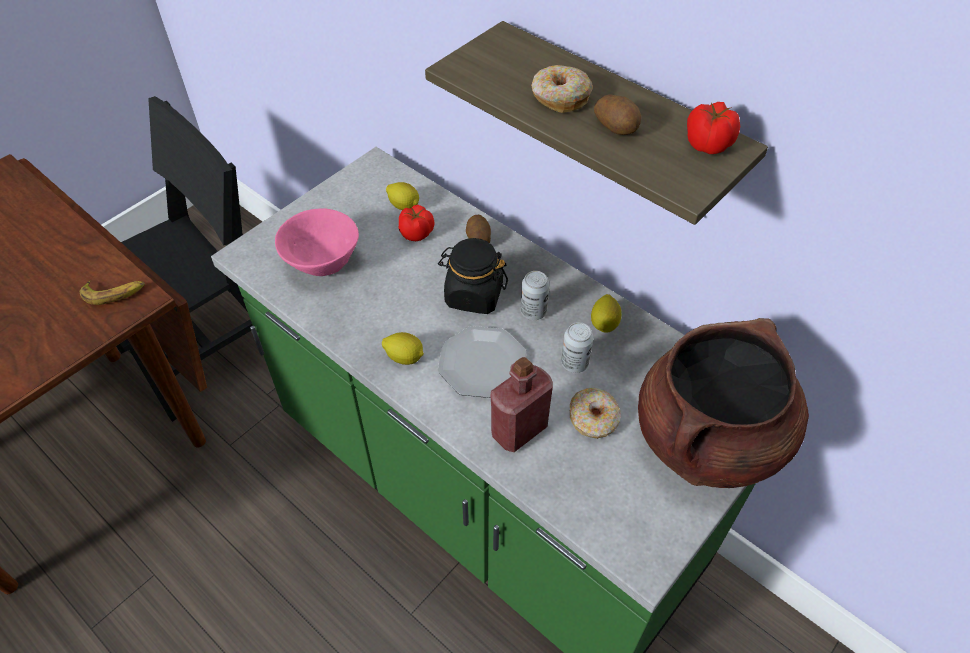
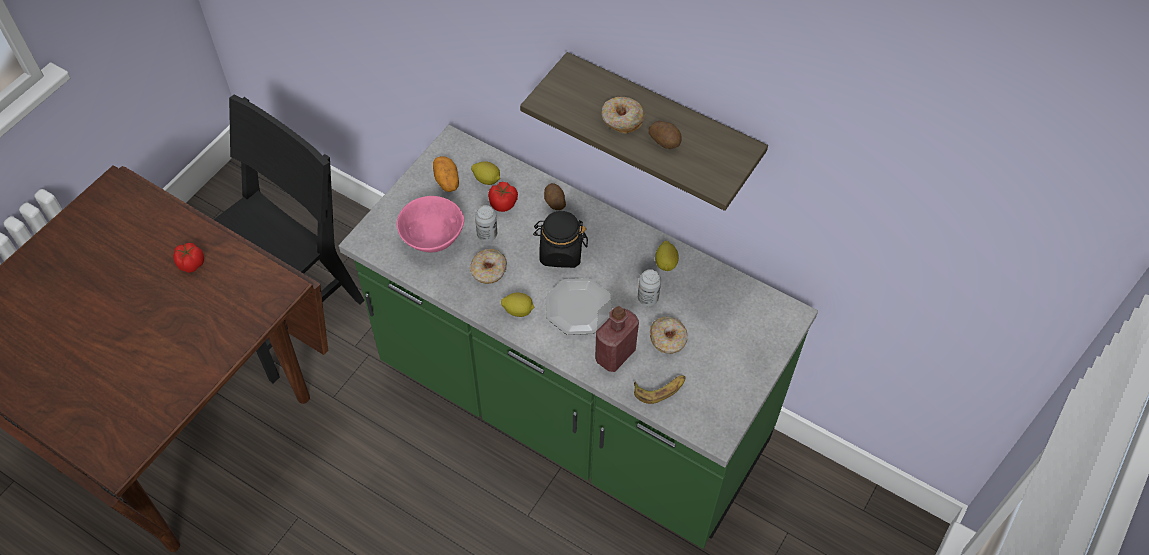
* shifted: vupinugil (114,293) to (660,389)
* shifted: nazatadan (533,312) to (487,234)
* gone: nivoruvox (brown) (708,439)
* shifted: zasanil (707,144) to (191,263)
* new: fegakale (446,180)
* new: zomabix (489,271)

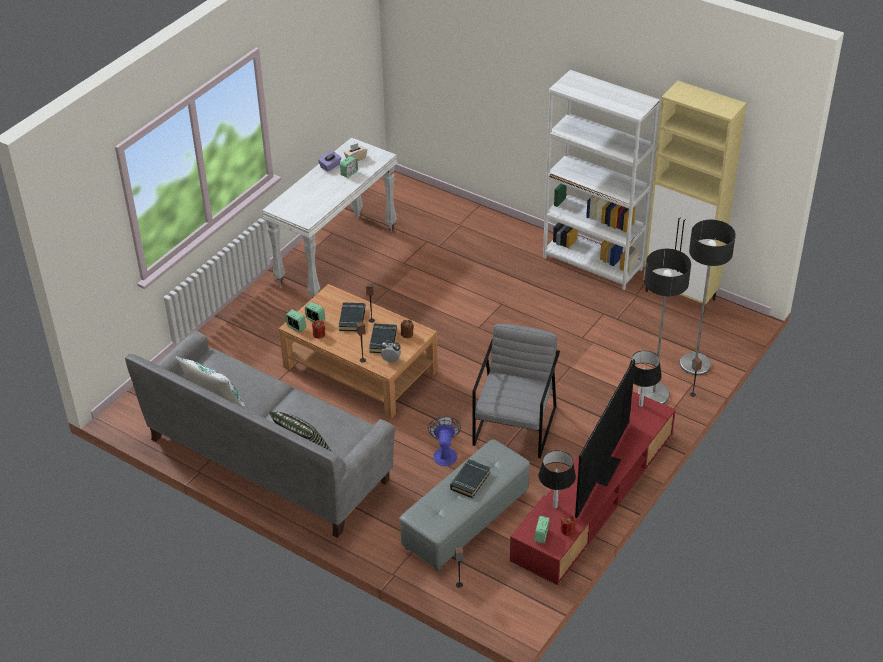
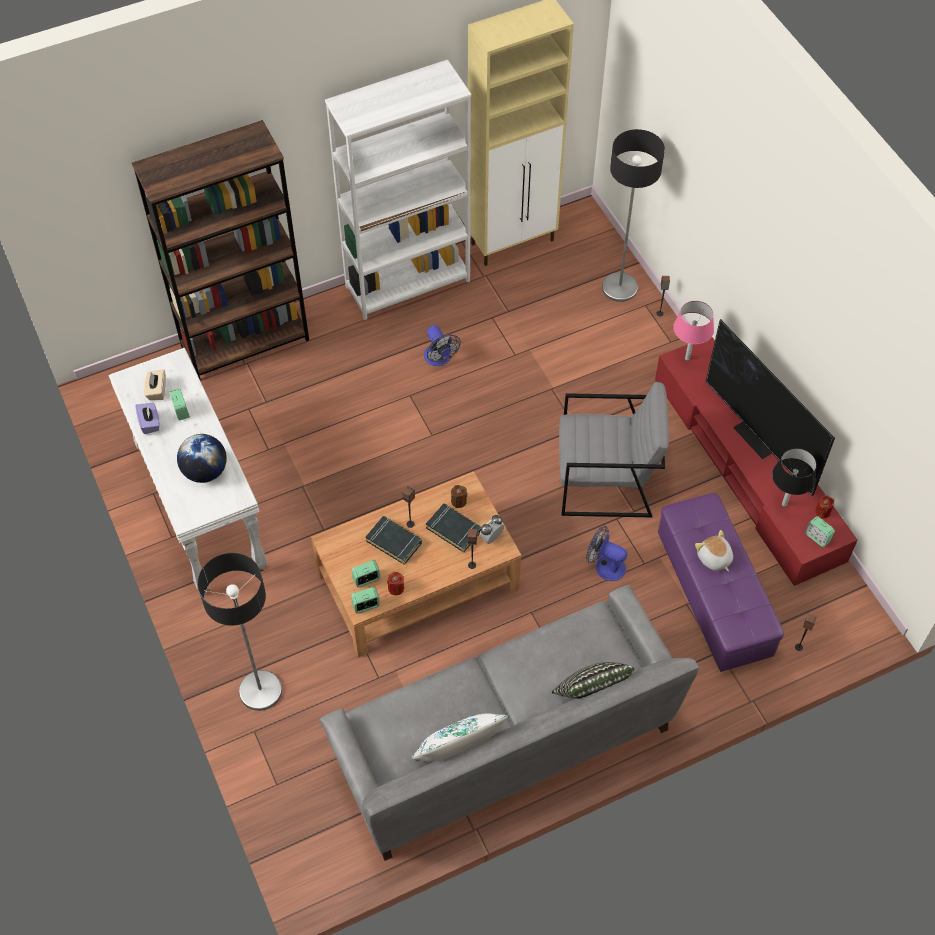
* repainted: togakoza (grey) (466,521) to togakoza (purple) (714,596)
* swapped: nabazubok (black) (470,480) to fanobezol (714,558)
* rotated: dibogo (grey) (515,425) = (605,481) 135 degrees clockwise
* repainted: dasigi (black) (641,405) to dasigi (pink) (687,358)
* shifted: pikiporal (653,394) to (260,690)
* new: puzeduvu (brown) (245,343)
* new: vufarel (205,471)
* new: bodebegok (439,359)

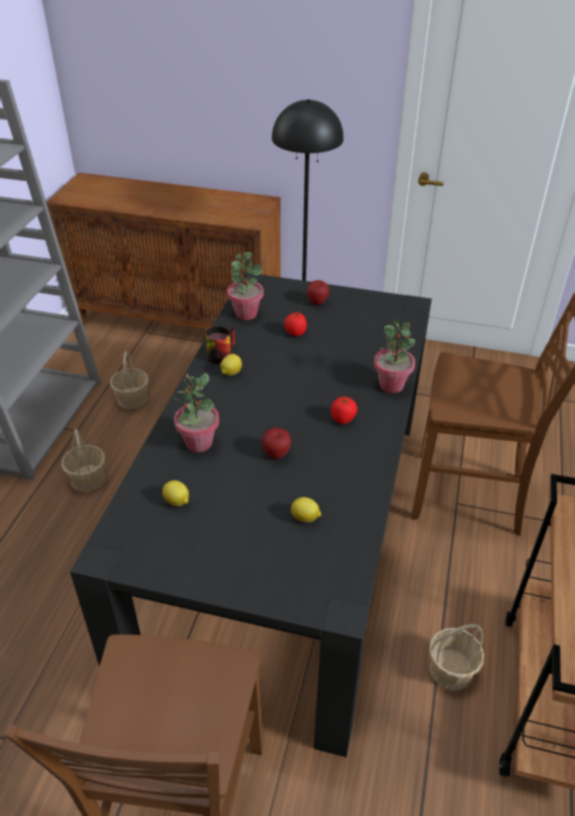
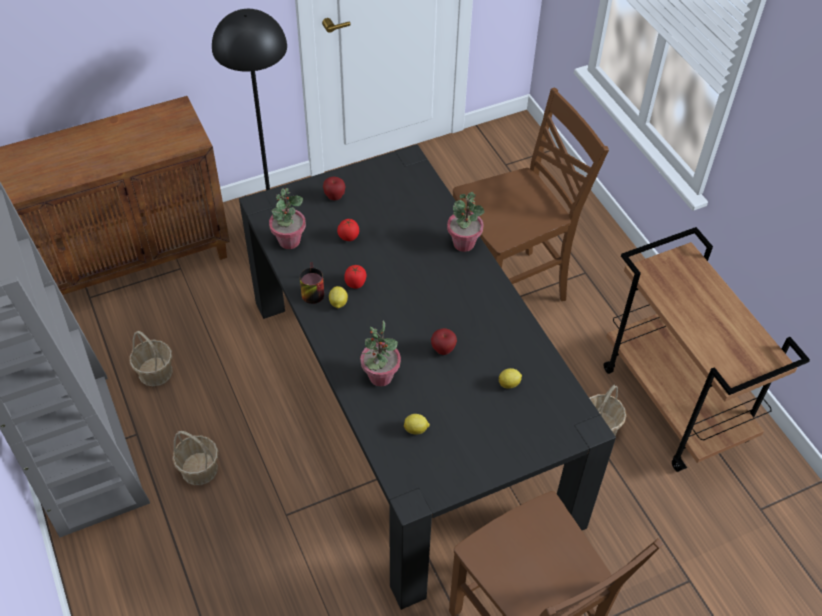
* shifted: zasanil (343,419) to (355,283)

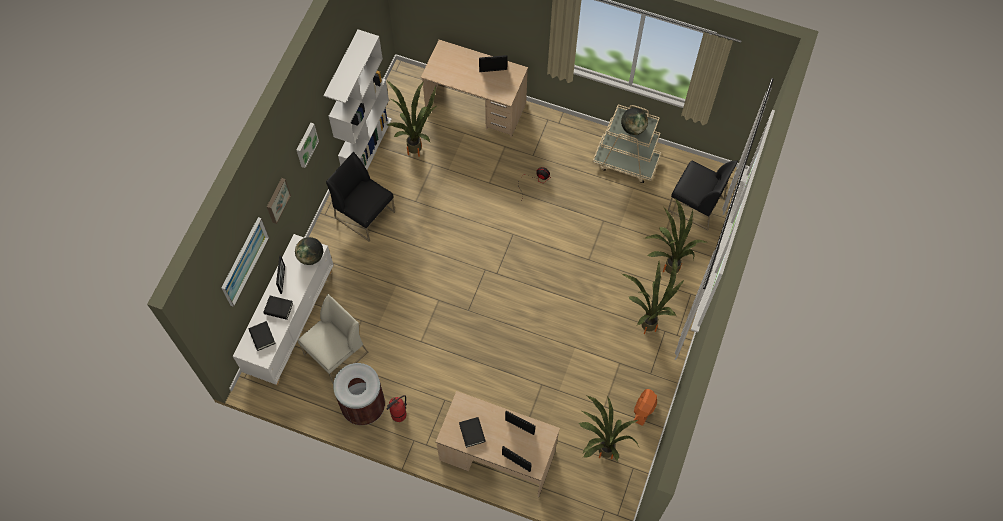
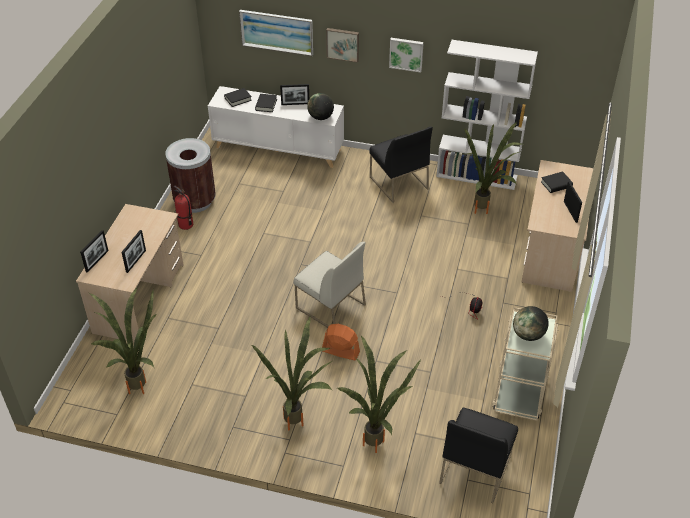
* shifted: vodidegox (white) (336,354) to (330,306)
* rotated: vodidegox (black) (365,214) = (398,183) 120 degrees clockwise
* shifted: nabazubok (black) (472,433) to (556,184)
* shifted: bodebegok (orange) (644,409) to (340,351)

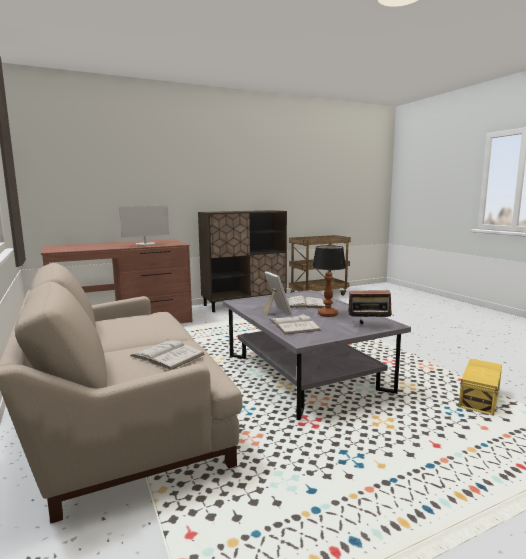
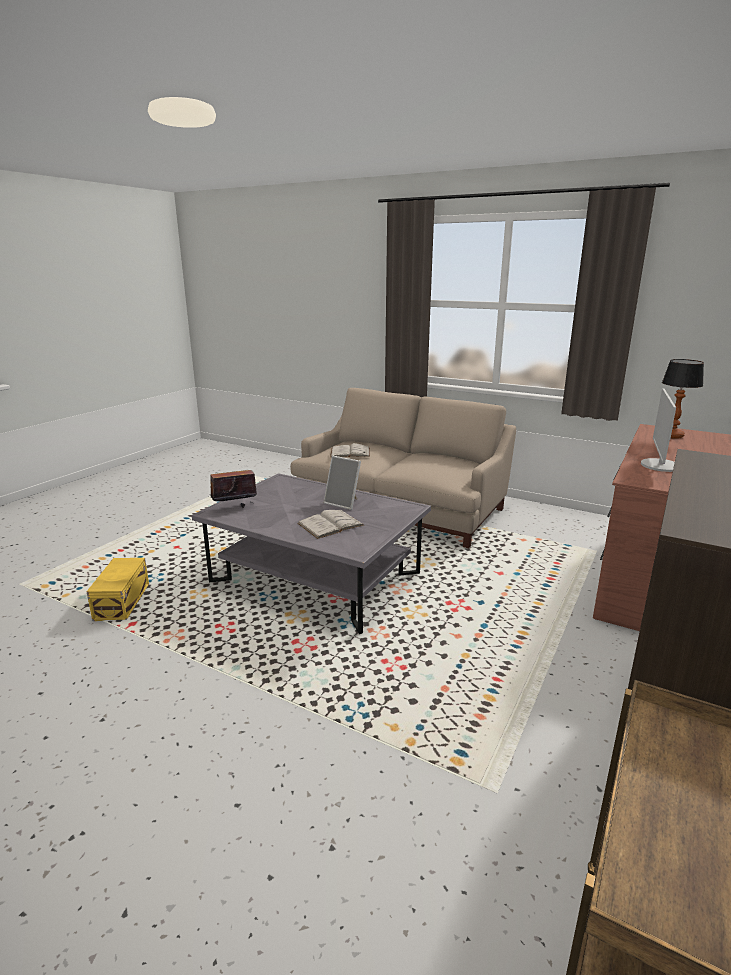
* gone: nabazubok (white) (294,325)
* shifted: dasigi (327,314) to (671,436)

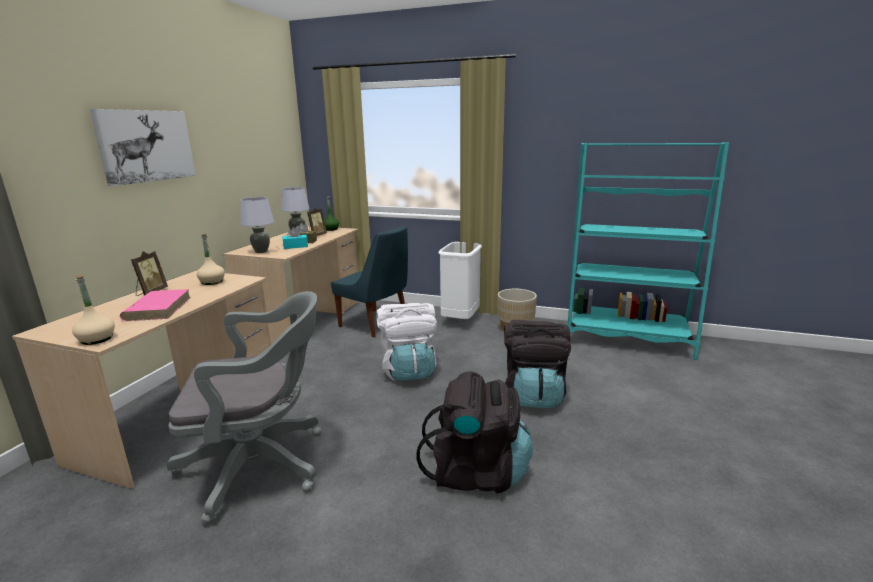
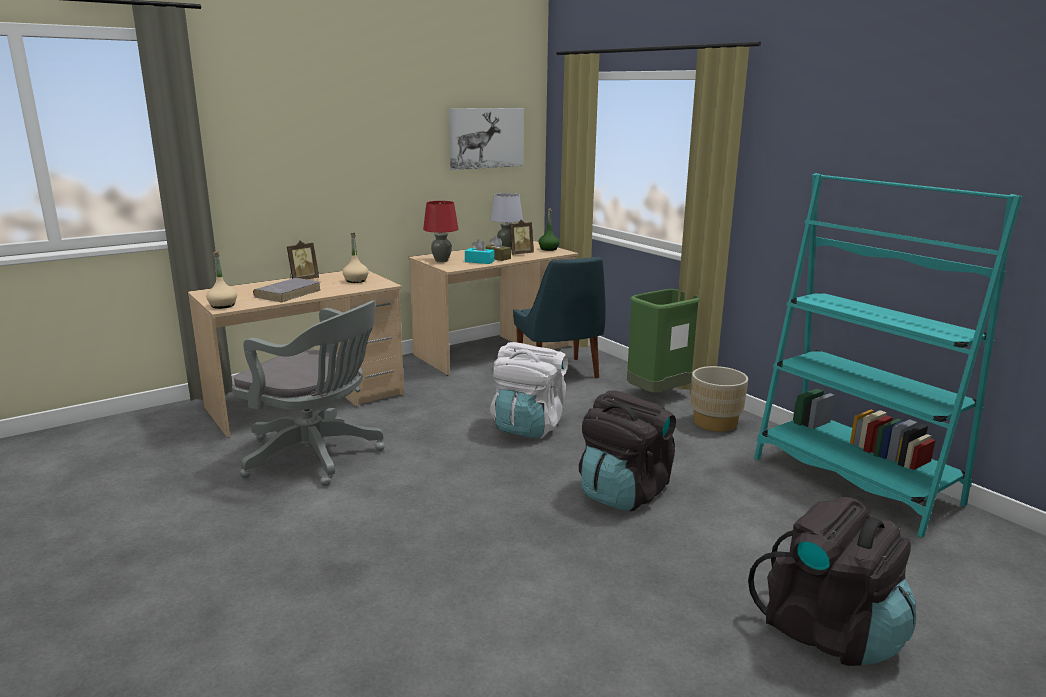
* shifted: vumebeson (146,146) to (485,138)
* repainted: nabazubok (pink) (158,308) to nabazubok (grey) (288,293)
* repainted: dasigi (grey) (261,251) to dasigi (red) (441,261)
* shifted: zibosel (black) (476,472) to (828,631)
* repainted: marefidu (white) (460,320) to marefidu (green) (658,395)

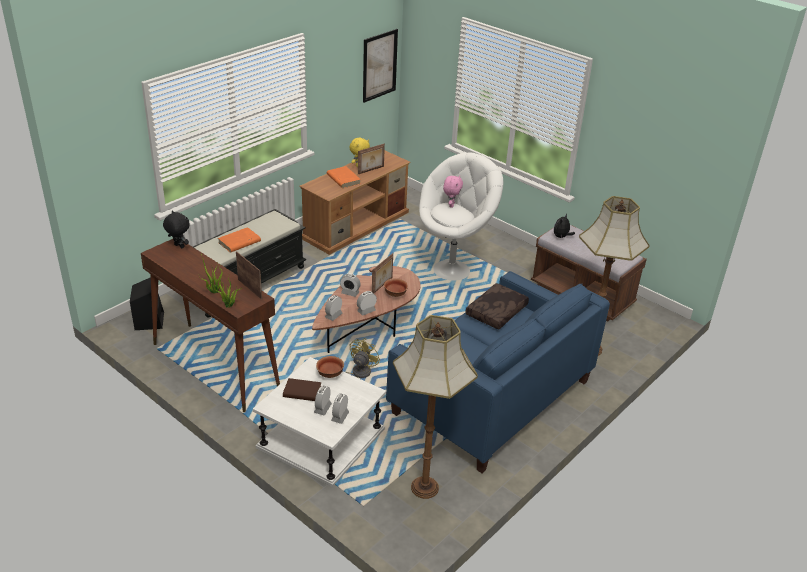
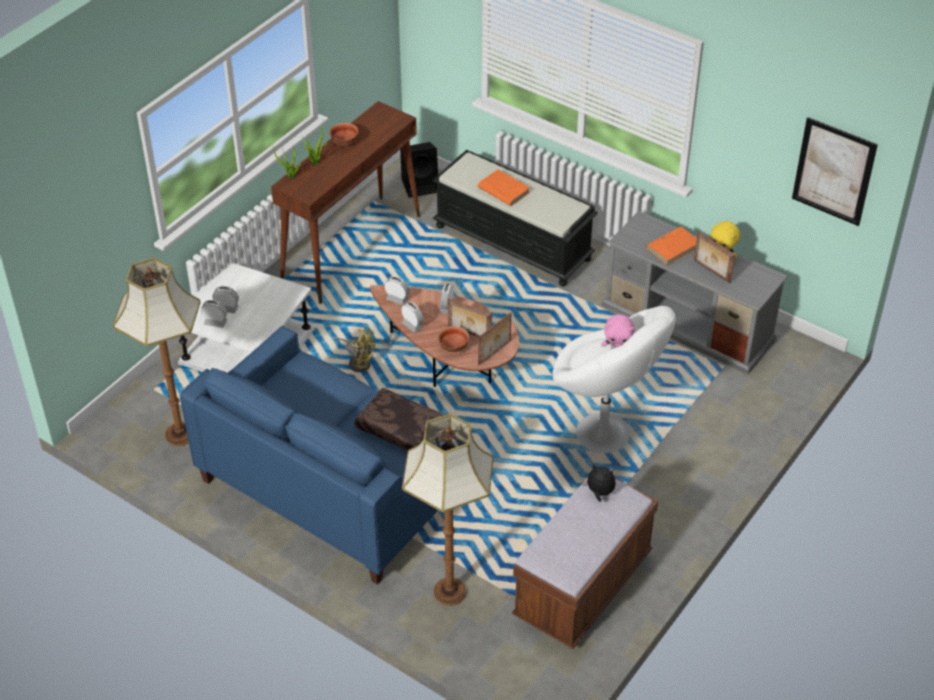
* gone: fanobezol (black) (178,246)
* shifted: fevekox (250,289) to (495,352)
* gone: nabazubok (brown) (302,392)
* repainted: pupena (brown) (356,224) to pupena (grey) (689,323)
* shifted: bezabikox (330,375) to (344,142)

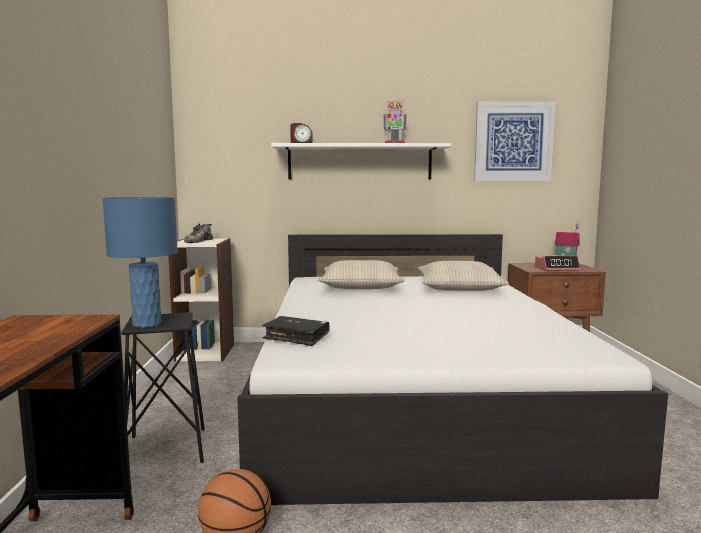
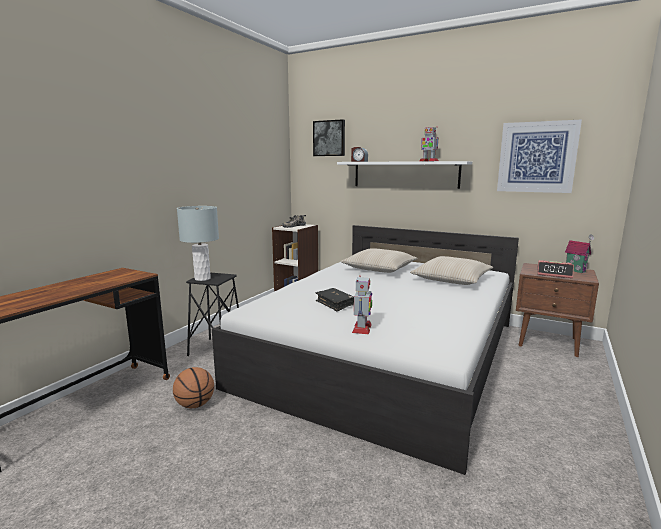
* repainted: dasigi (blue) (147,324) to dasigi (grey) (203,278)
* shifted: nabazubok (black) (296,338) to (335,304)
* new: vumebeson (329,138)
* new: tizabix (362,328)

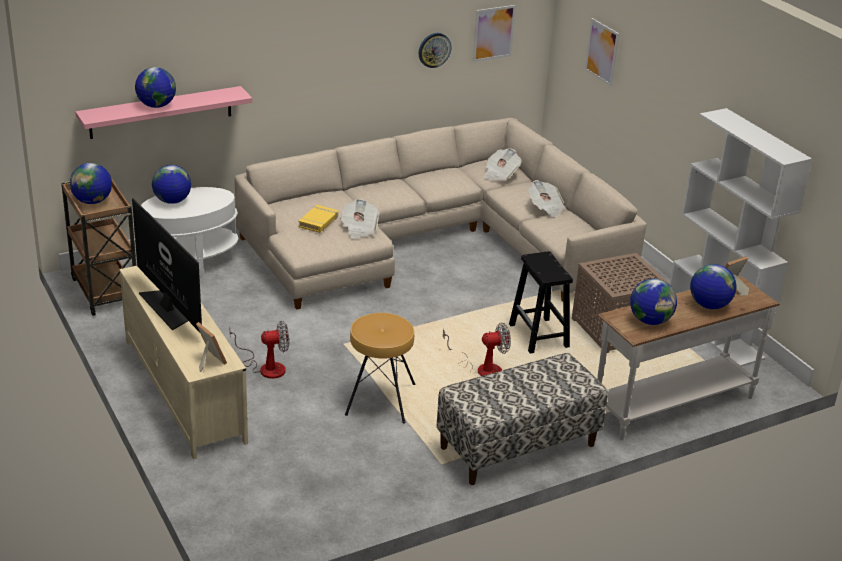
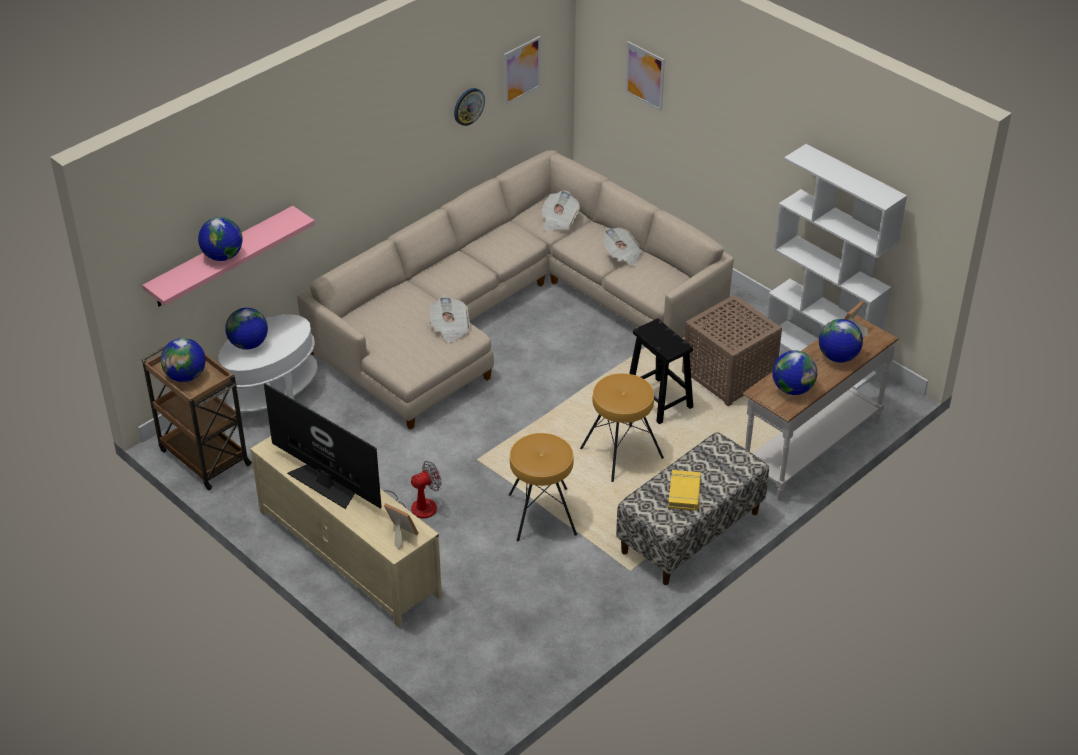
* shifted: nabazubok (yellow) (318,222) to (684,493)
* swapped: bodebegok (481,368) to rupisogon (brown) (621,453)

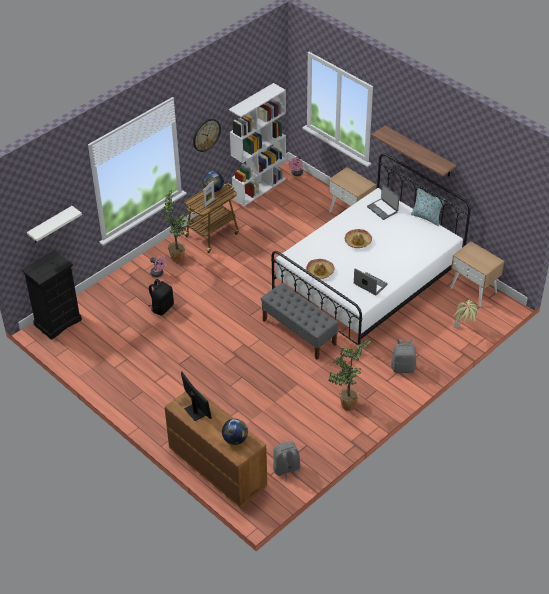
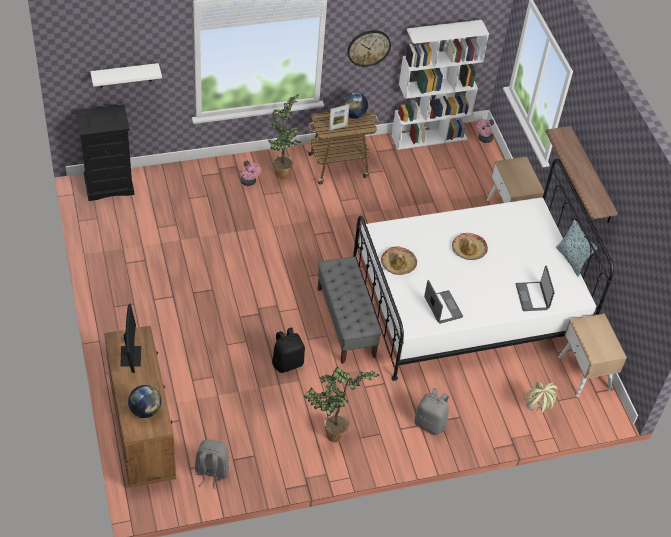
* shifted: zibosel (black) (162,307) to (287,362)
* shifted: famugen (383,209) to (532,297)

